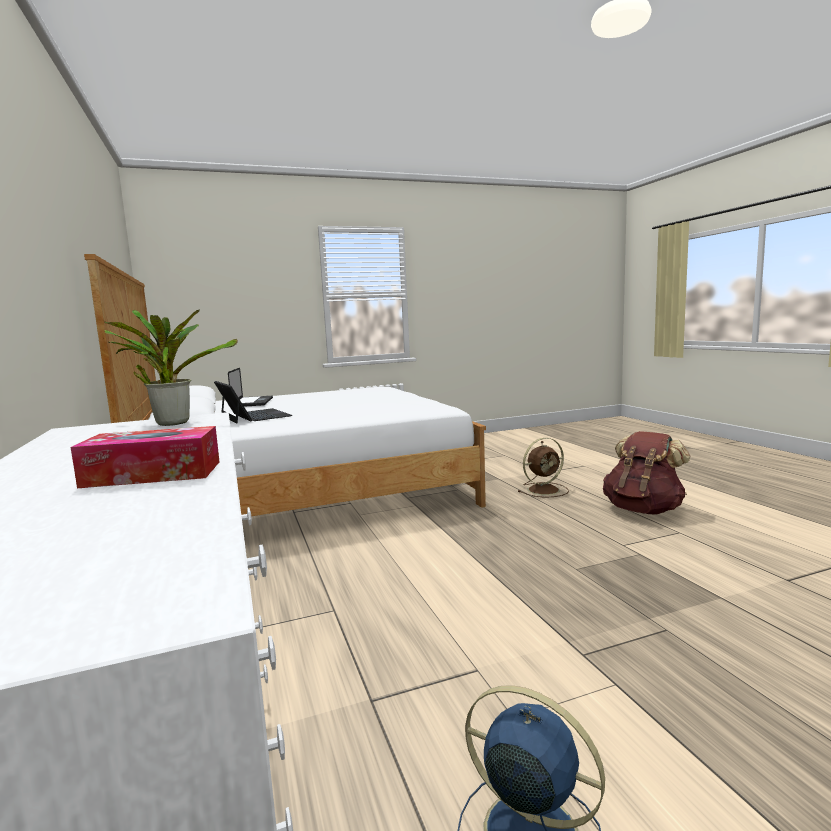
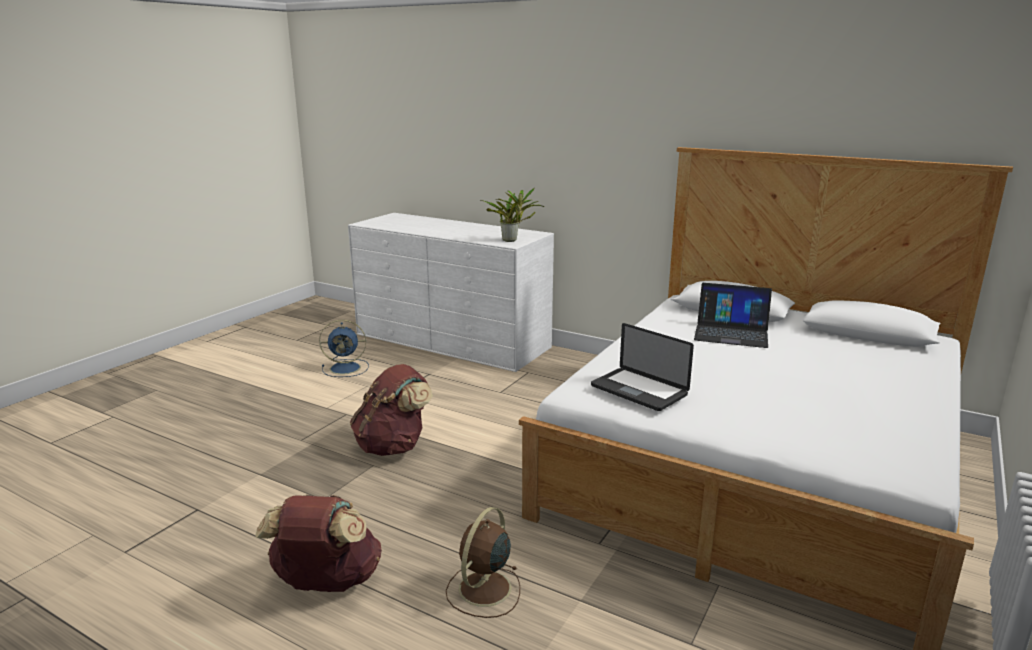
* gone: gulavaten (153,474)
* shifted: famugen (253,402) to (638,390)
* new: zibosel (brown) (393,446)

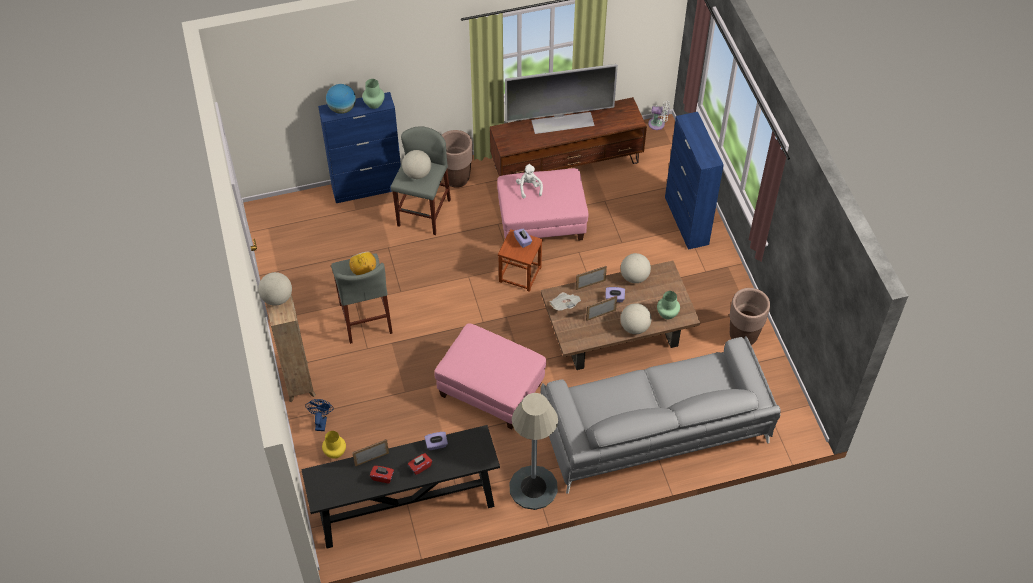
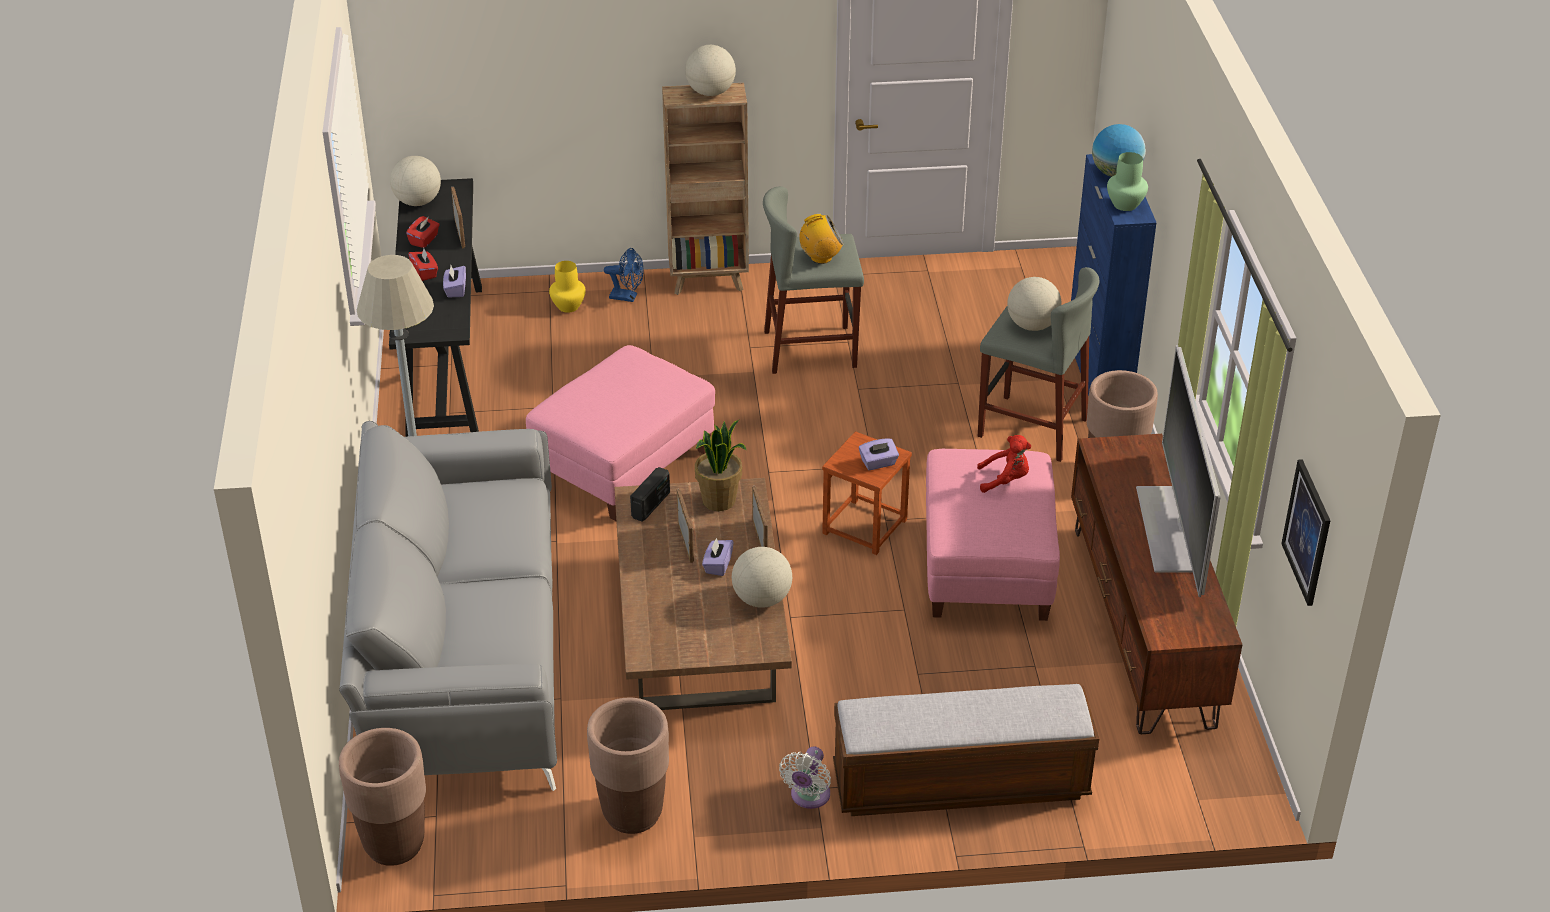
* repainted: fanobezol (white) (529,188) to fanobezol (red) (1005,480)
* swapped: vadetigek (564,306) to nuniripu (719,501)
* shifted: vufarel (634,327) to (418,202)
* shifted: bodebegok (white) (658,124) to (808,797)
* gone: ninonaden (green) (667,314)
* swapped: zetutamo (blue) (686,221) to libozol (960,783)
* new: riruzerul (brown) (394,845)
* new: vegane (651,505)
* new: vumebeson (1307,532)

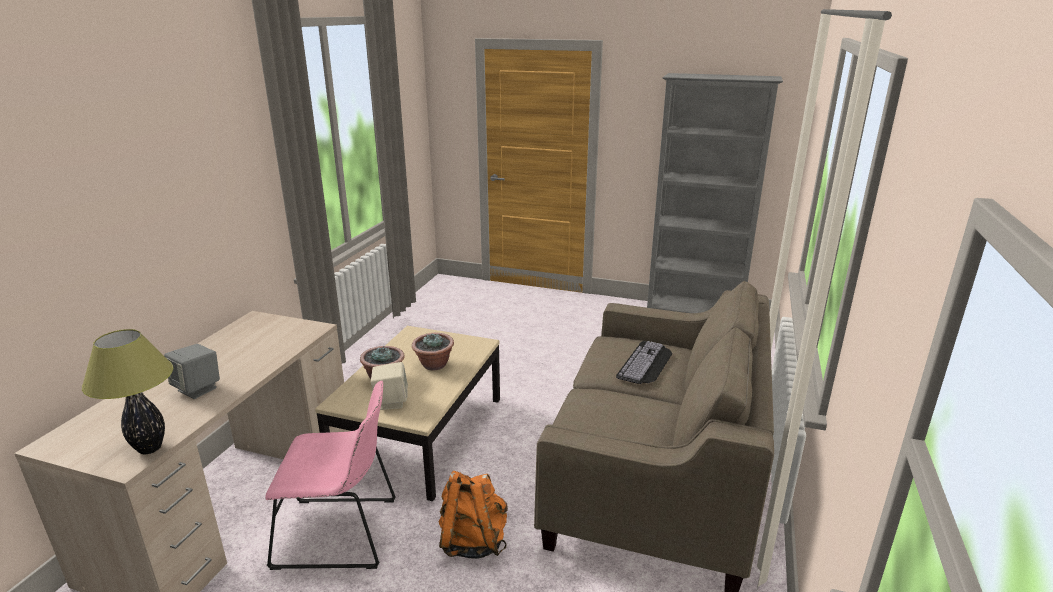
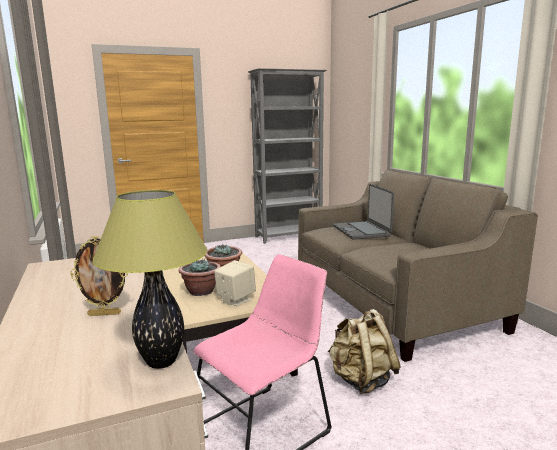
* swapped: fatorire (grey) (198,389) to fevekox (105,314)
* repainted: zibosel (orange) (473,541) to zibosel (beige) (361,380)
* swapped: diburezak (646,363) to famugen (361,231)

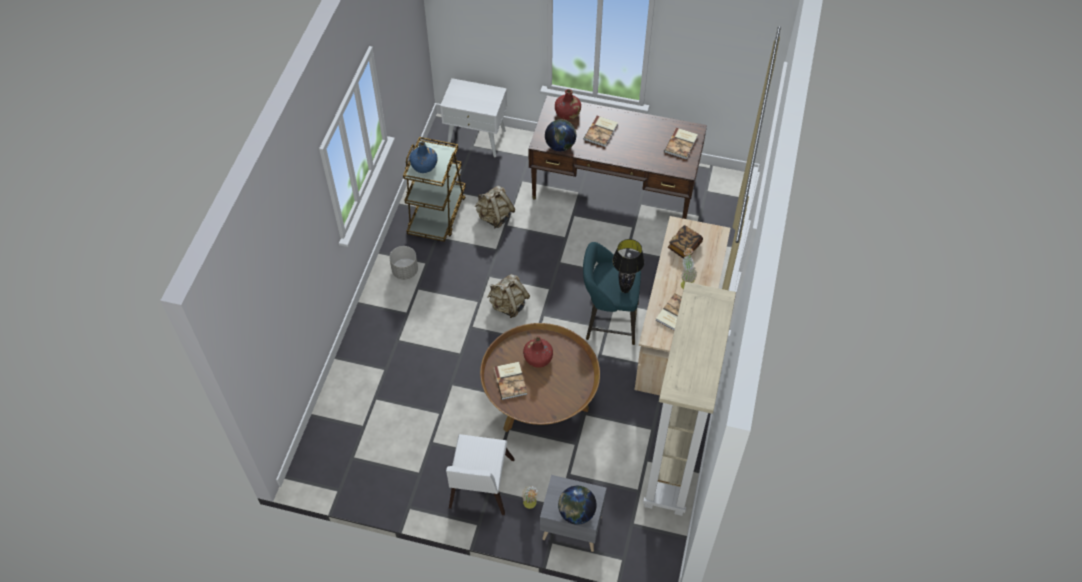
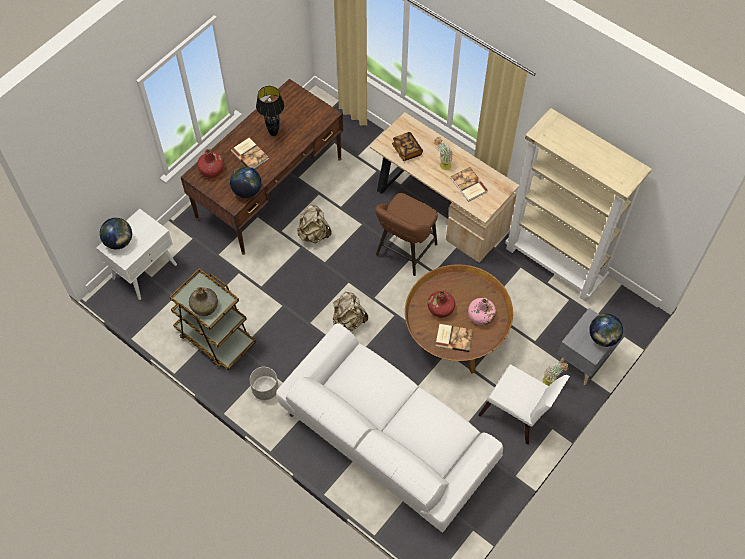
* repainted: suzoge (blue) (424,165) to suzoge (green) (205,306)
* shifted: zibosel (beige) (495,217) to (314,234)
* repainted: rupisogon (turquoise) (608,321) to rupisogon (brown) (404,252)
* shifted: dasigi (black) (625,290) to (273,133)
* gone: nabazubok (681,144)
* new: vufarel (119,242)
* new: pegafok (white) (386,439)
* new: suzoge (pink) (480,316)

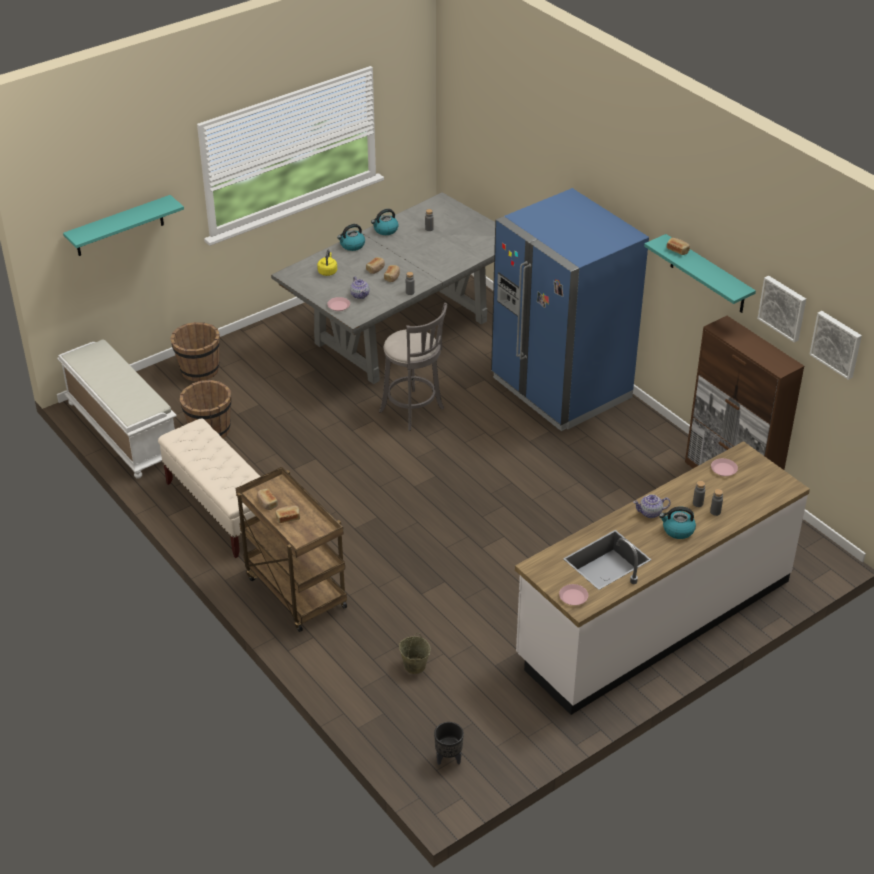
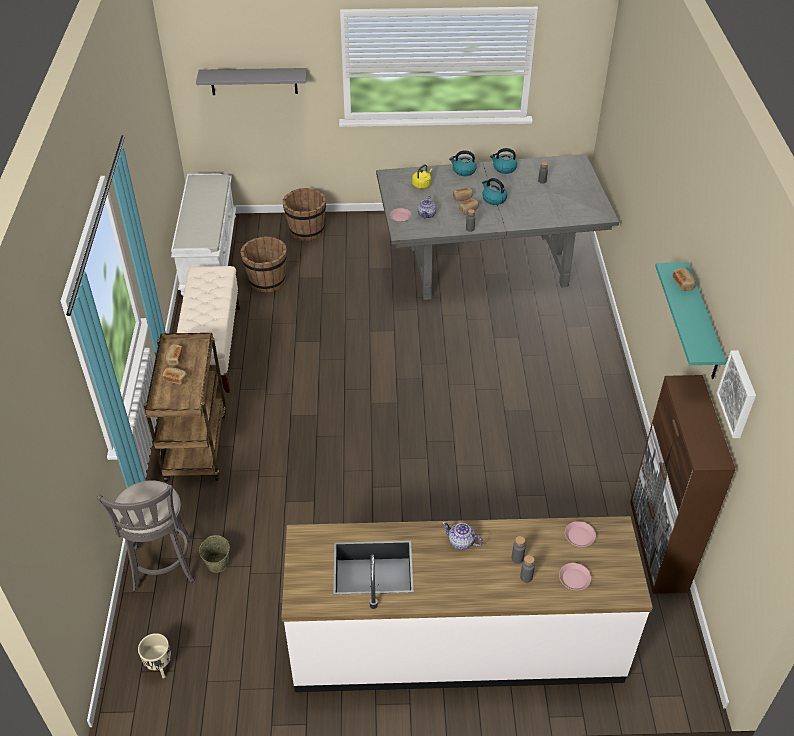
* repainted: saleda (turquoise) (119,226) to saleda (grey) (254,81)
* shifted: rupisogon (grey) (414,411) to (163,568)
* repainted: riruzerul (black) (448,758) to riruzerul (beige) (159,667)
* gone: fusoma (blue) (560,388)
* shifted: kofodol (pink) (573,597) to (574,578)
* shifted: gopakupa (677,530) to (493,199)
* gone: vumebeson (837,344)

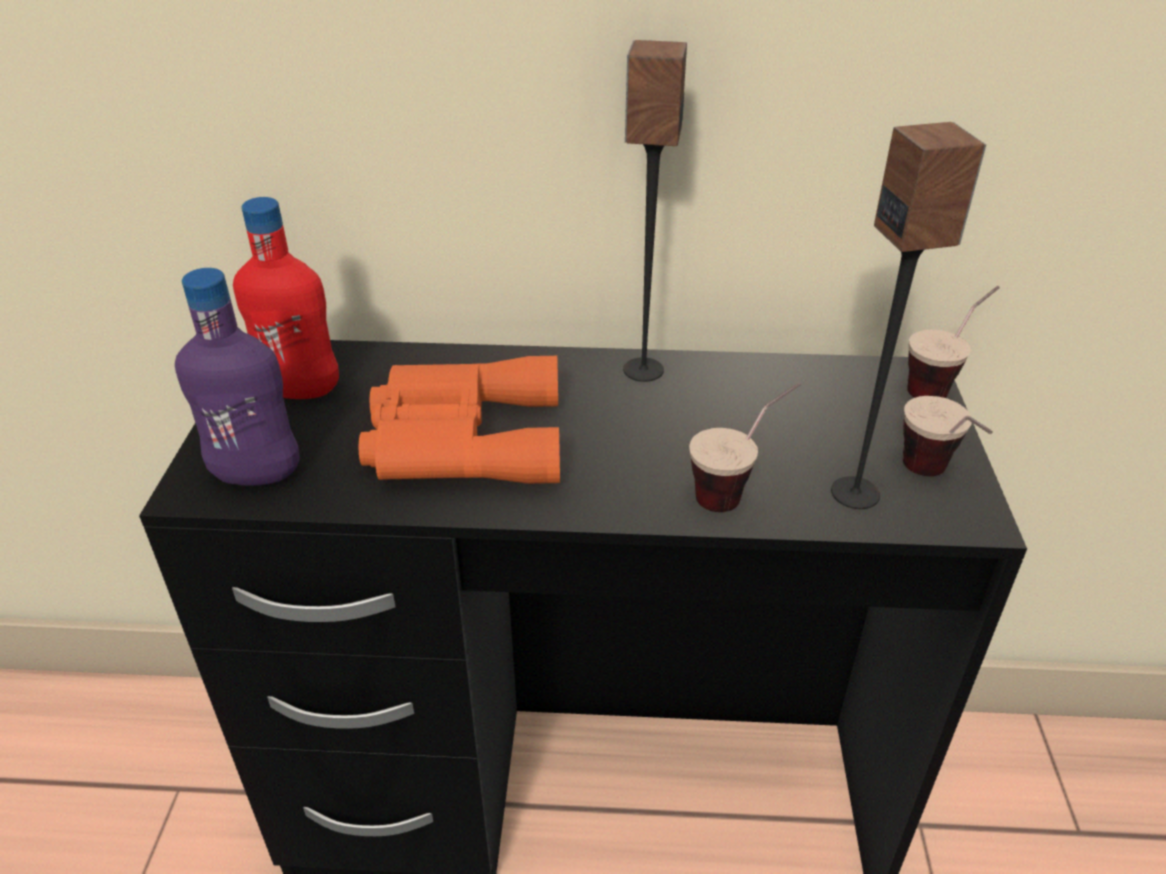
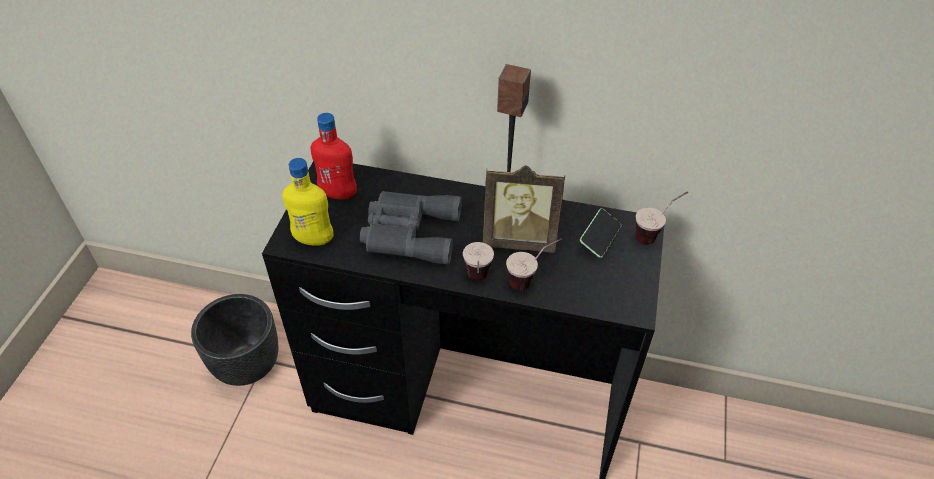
* repainted: suzoge (purple) (257,474) to suzoge (yellow) (314,239)
* repainted: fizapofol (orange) (460,438) to fizapofol (grey) (408,232)
* gone: fatorire (856,493)
* shifted: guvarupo (935,481) to (477,283)
* new: riruzerul (black) (246,365)
* new: fevekox (519,239)
* new: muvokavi (599,238)

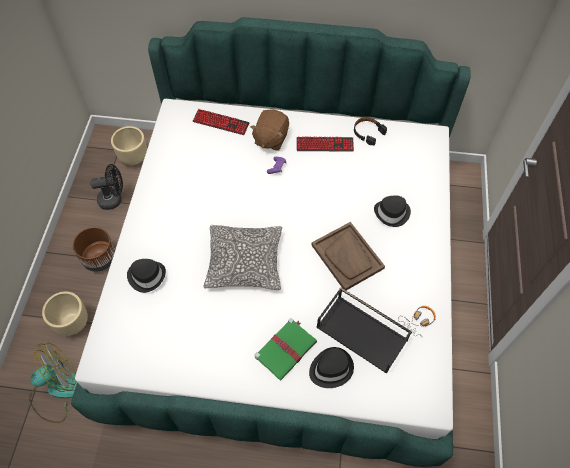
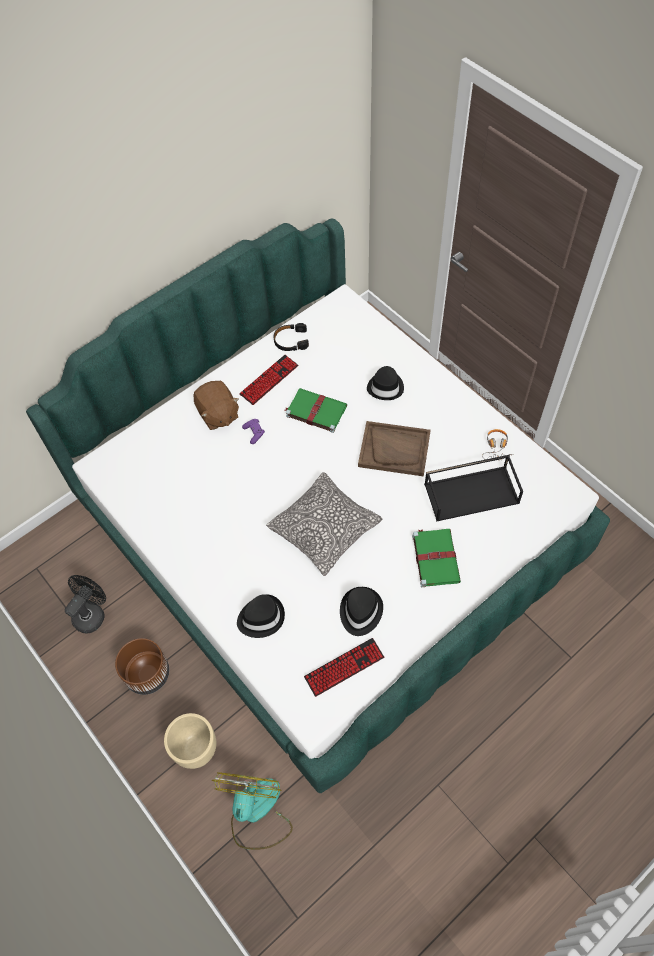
* gone: riruzerul (beige) (133,158)
* shifted: diburezak (221,123) to (344,667)
* shifted: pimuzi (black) (330,368) to (360,612)
* new: nabazubok (green) (315,411)

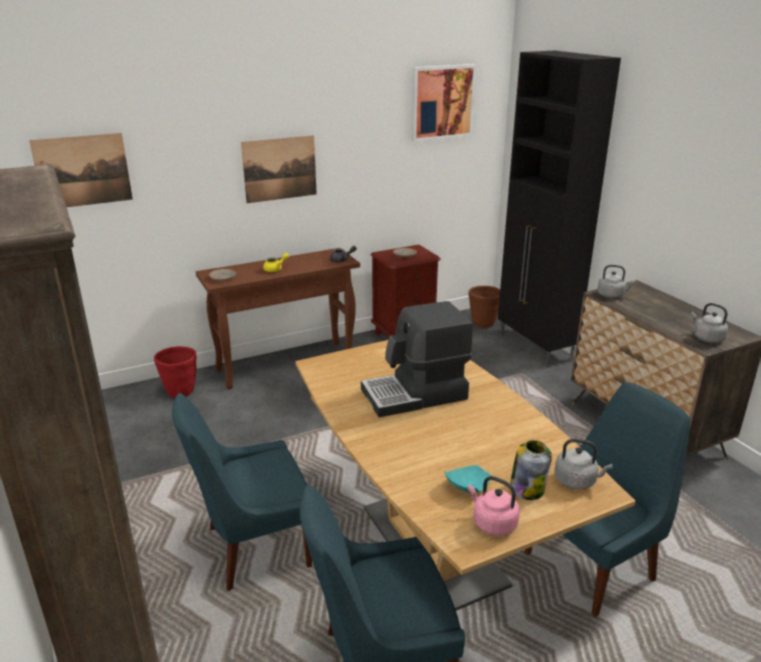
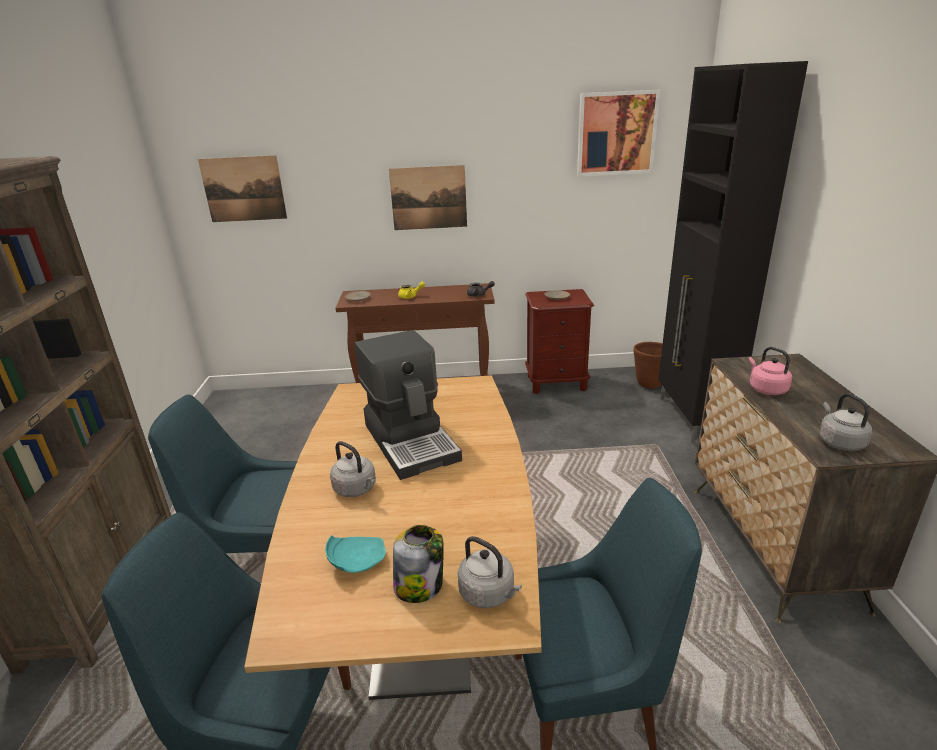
* gone: riruzerul (red) (180,392)
* rotated: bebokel (415,395) = (412,441) 120 degrees counterclockwise
* shifted: gopakupa (pink) (492,523) to (766,389)
* shifted: gopakupa (grey) (612,295) to (356,489)

